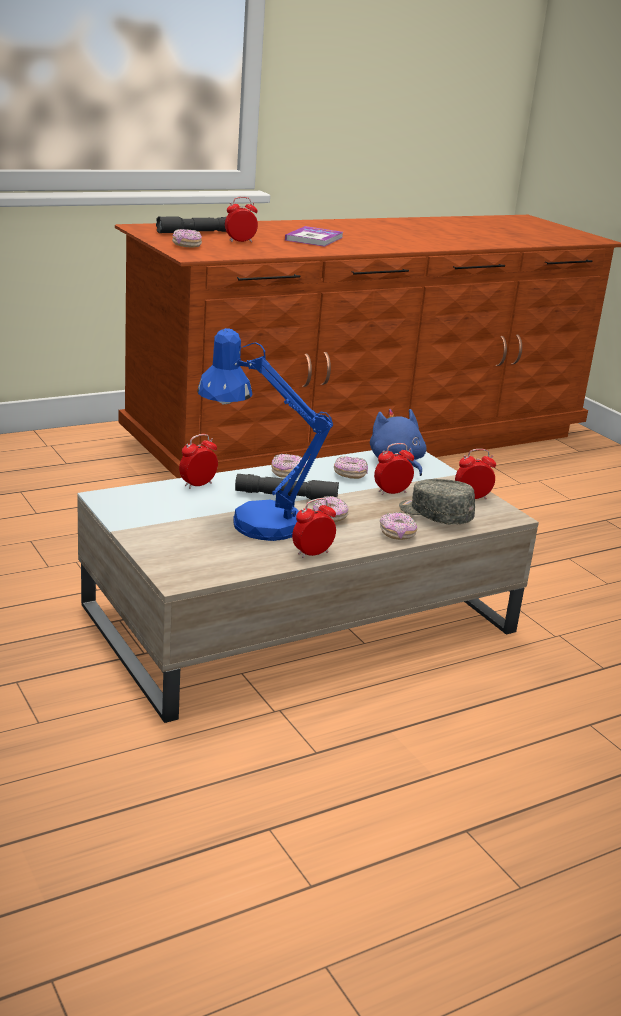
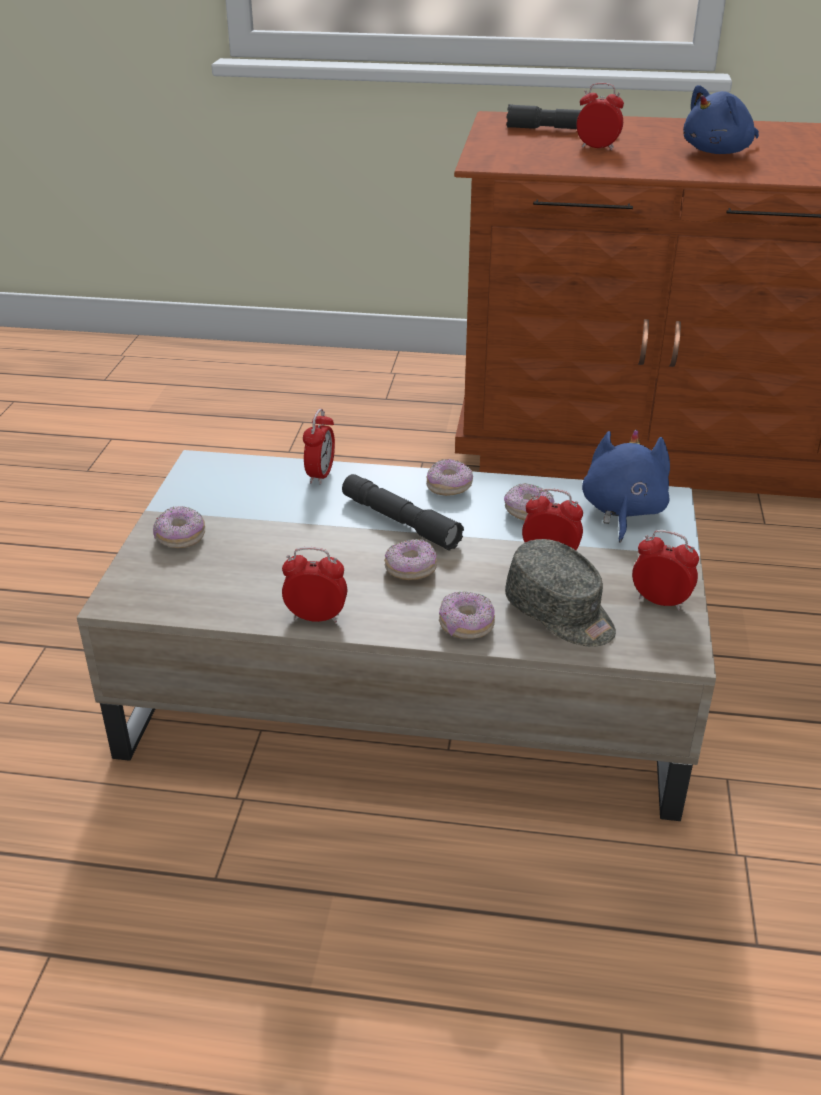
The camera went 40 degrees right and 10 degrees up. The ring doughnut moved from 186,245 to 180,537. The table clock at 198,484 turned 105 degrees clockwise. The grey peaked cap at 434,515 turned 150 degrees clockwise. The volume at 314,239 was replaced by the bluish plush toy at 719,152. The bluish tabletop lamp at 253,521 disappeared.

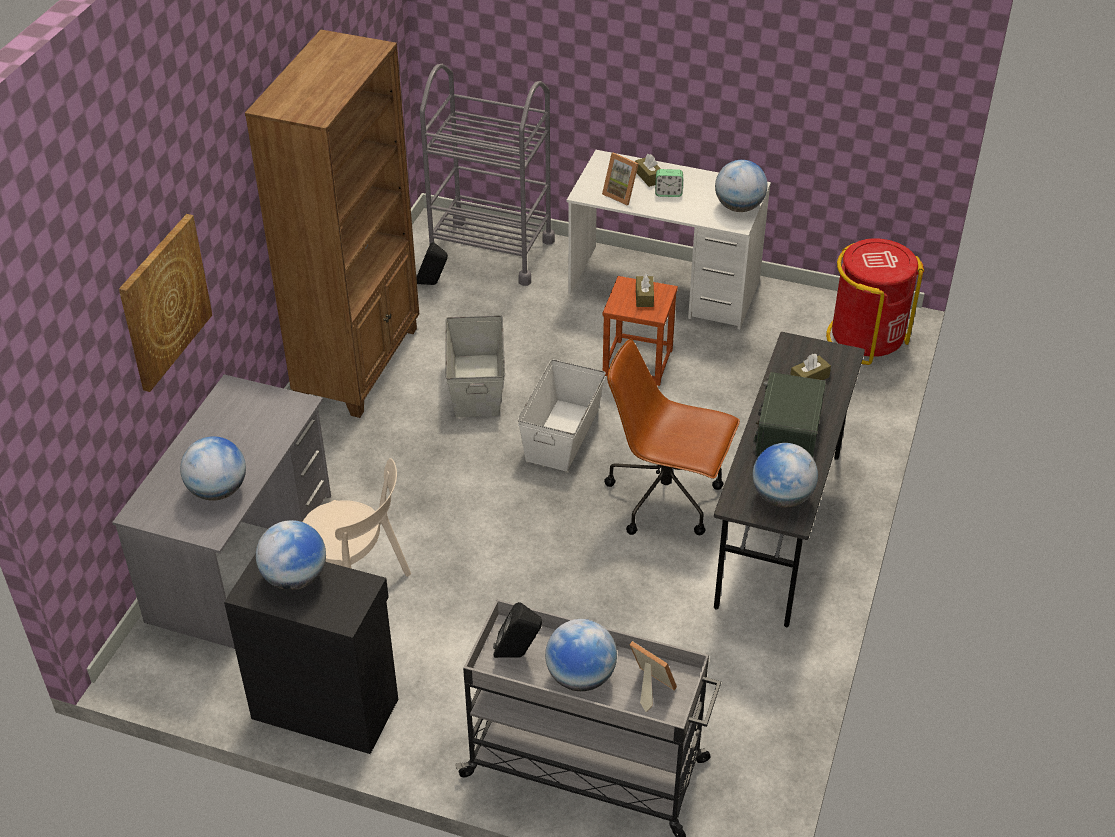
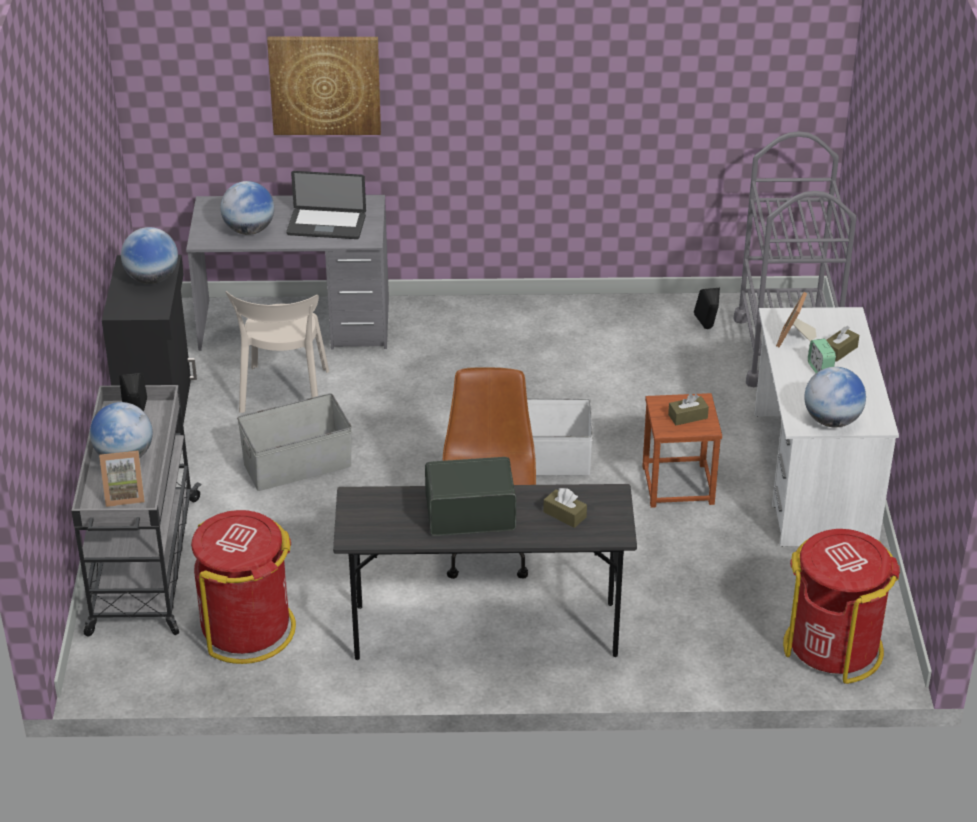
The camera went 70 degrees right and 5 degrees down. The picture frame at 648,688 turned 60 degrees clockwise. The reddish waste bin at 247,629 appeared. The grey storage container moved from 476,385 to 296,464. The portable computer at 326,225 appeared. The brown shelving unit at 359,364 disappeared. The globe at 782,497 disappeared.

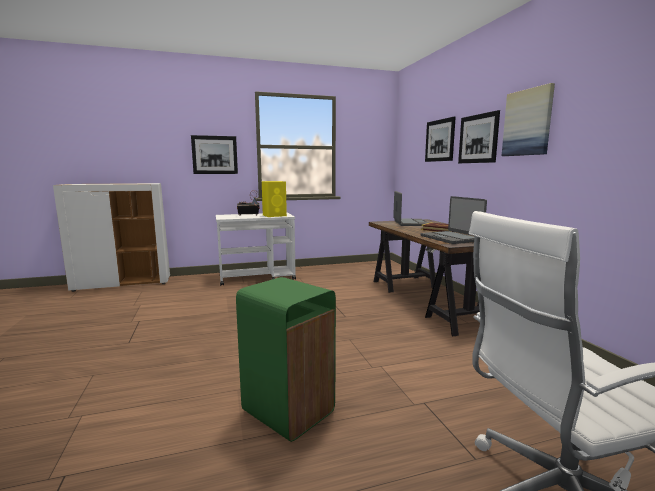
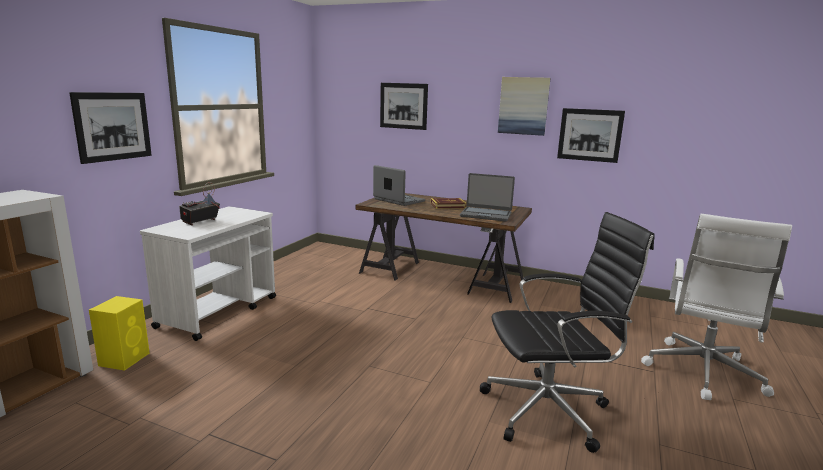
The camera went 50 degrees left and 5 degrees up. The yellow-coloured speaker moved from 275,215 to 125,359. The green-coloured waste bin at 288,412 was replaced by the blackish computer chair at 549,410. The wall picture moved from 478,138 to 590,135.

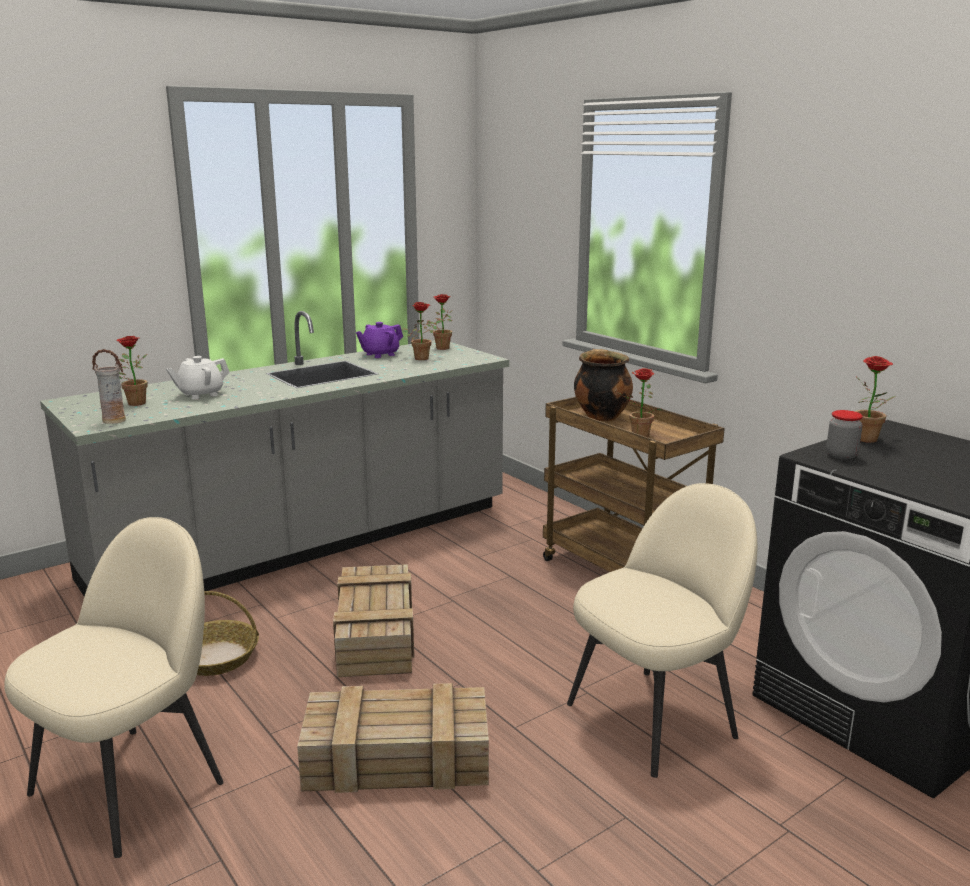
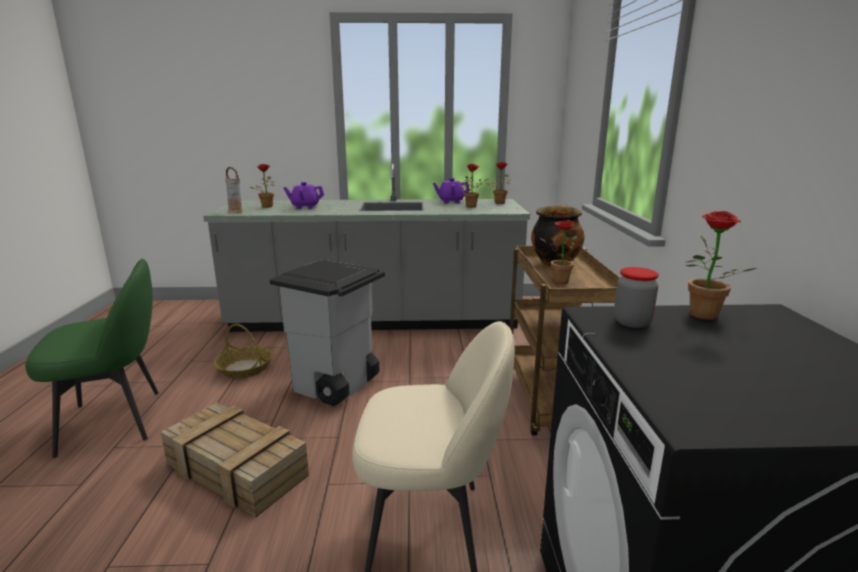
The camera went 35 degrees right and 0 degrees up. The beige-coloured chair at 132,784 became the green-coloured chair at 115,421. The crate at 376,636 was replaced by the grey waste bin at 336,386. The whitish pot for tea at 200,394 became the purple pot for tea at 305,207.

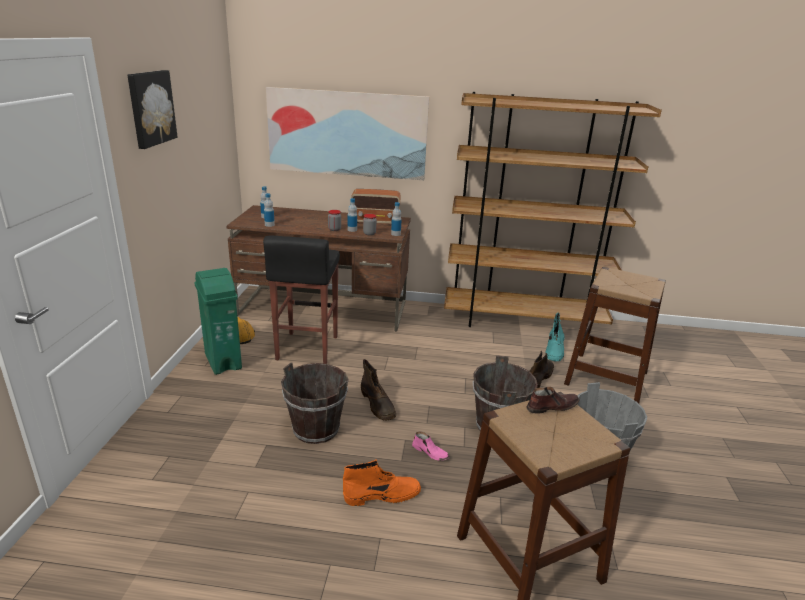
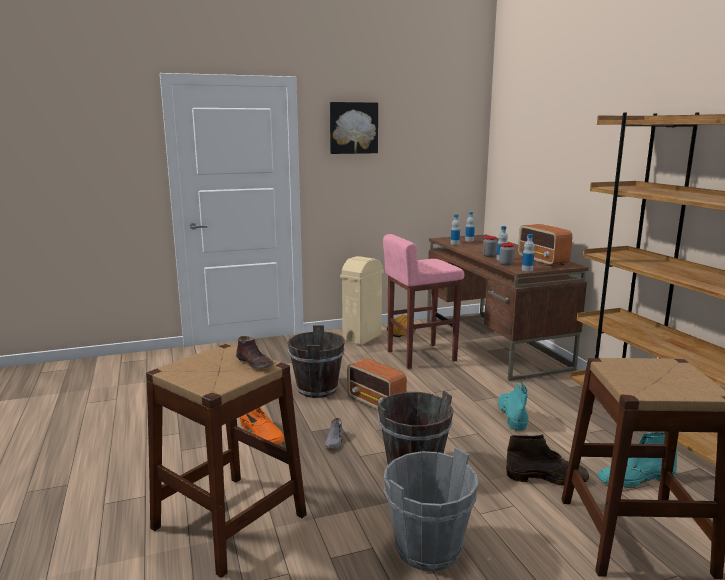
The camera went 65 degrees right and 10 degrees down. The pink item of footwear at 430,452 became the grey item of footwear at 334,441. The green-coloured waste bin at 223,361 became the beige-coloured waste bin at 362,338. The brown boot at 378,405 was replaced by the radio at 376,403. The blackish stool at 306,348 became the pink stool at 420,356. The turquoise boot at 511,415 appeared. The wall picture at 347,134 disappeared.

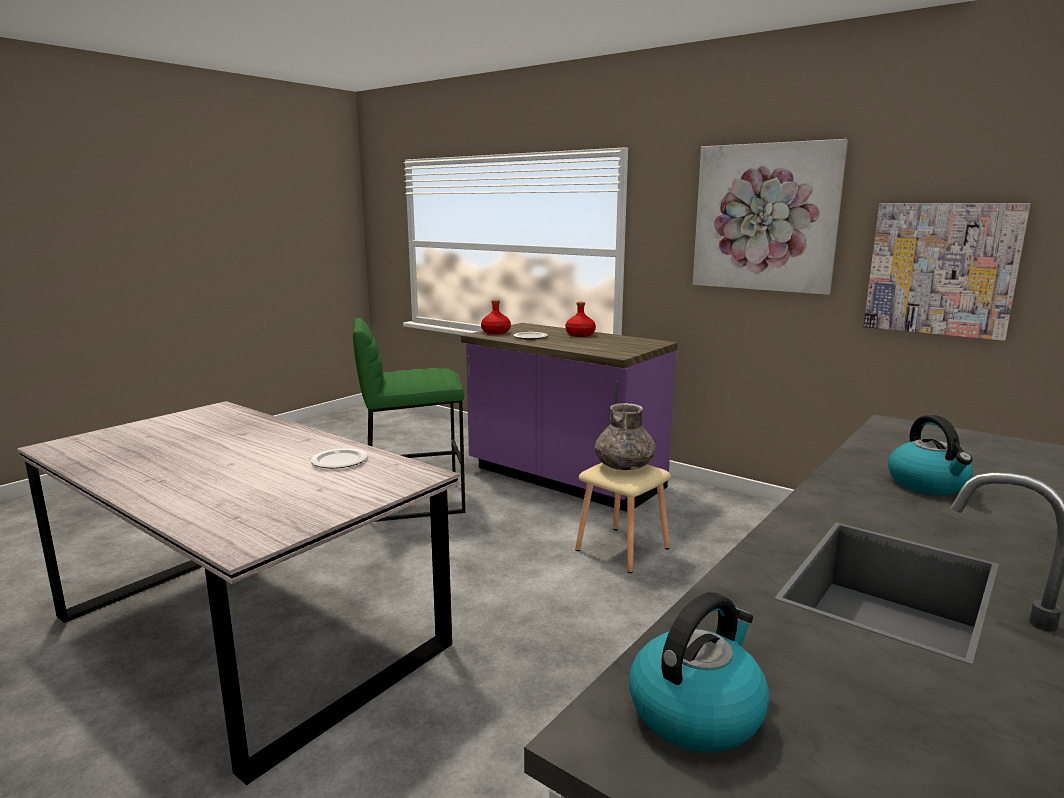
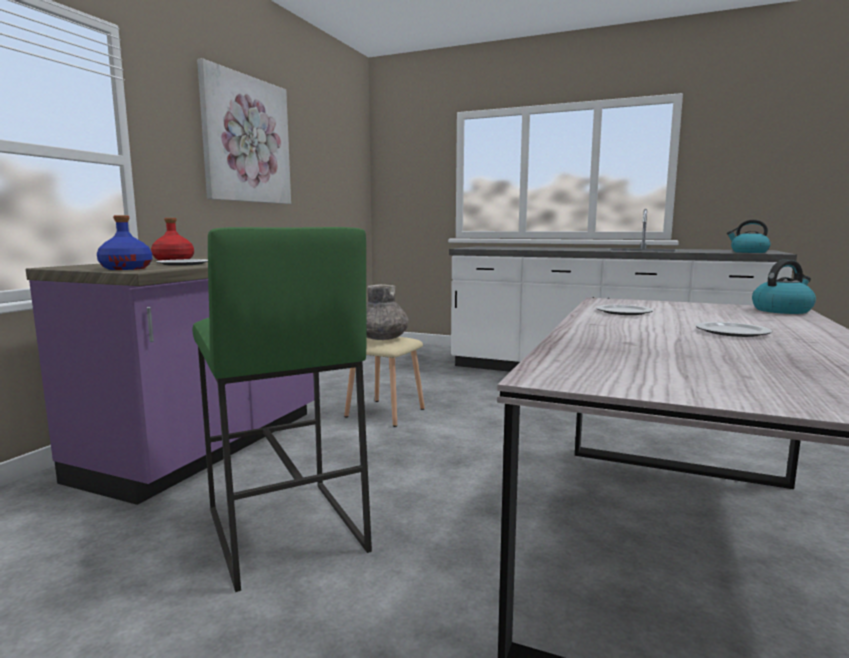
The camera went 105 degrees left and 5 degrees down. The reddish drink bottle at 496,332 became the bluish drink bottle at 126,268. The plate at 732,332 appeared. The tea kettle moved from 928,484 to 782,310. The wall picture at 941,269 disappeared.

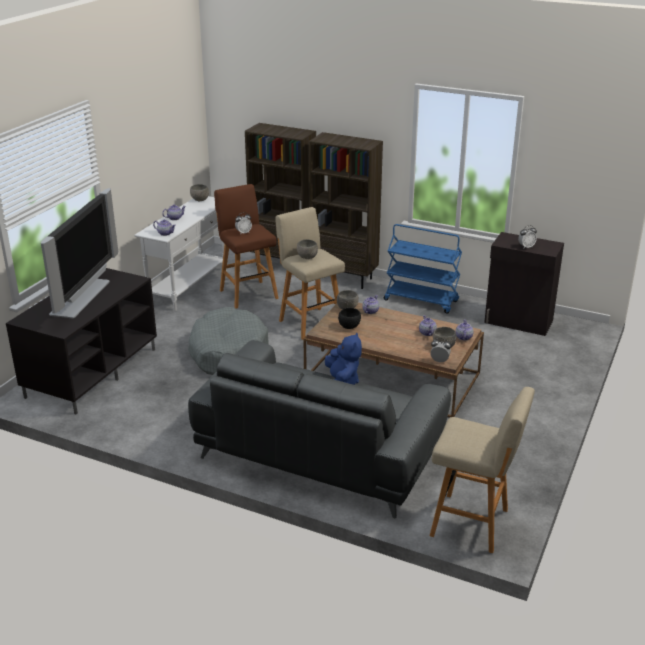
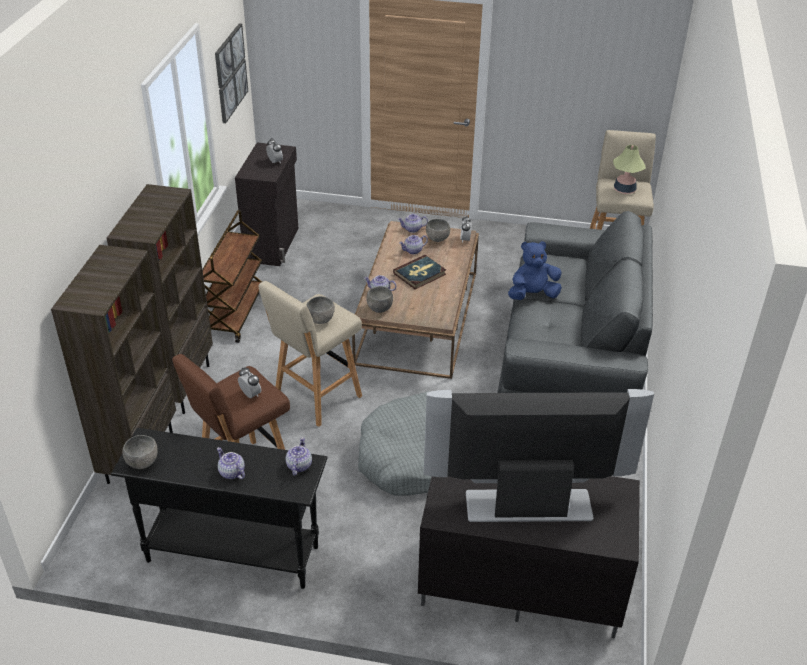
The camera went 105 degrees left and 10 degrees up. The whitish narrow table at 189,287 became the blackish narrow table at 232,553. The bluish wheeled cart at 421,300 became the brown wheeled cart at 234,313. The wall picture at 230,73 appeared. The volume at 420,274 appeared. The tabletop lamp at 624,190 appeared. The blackish serving bowl at 349,327 disappeared.

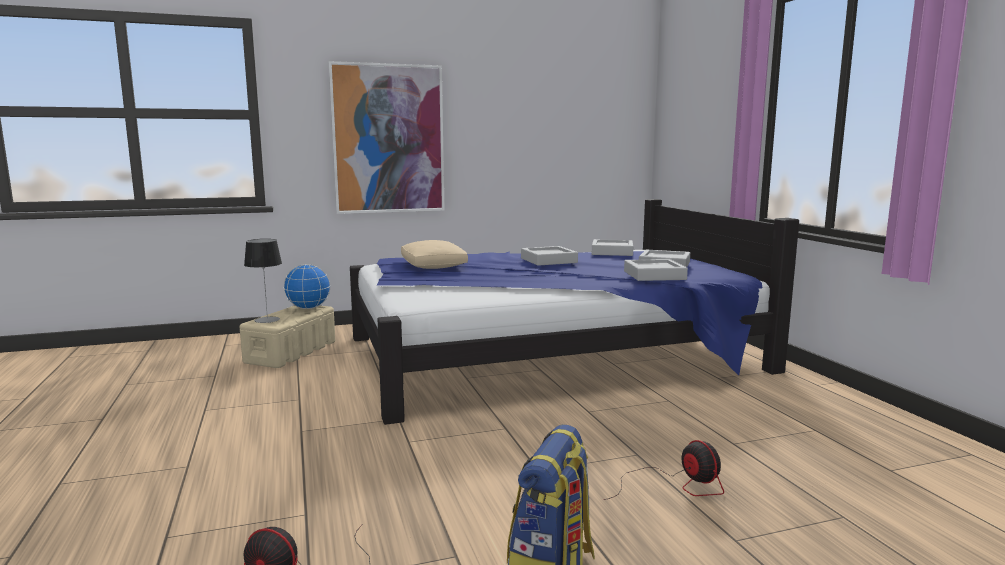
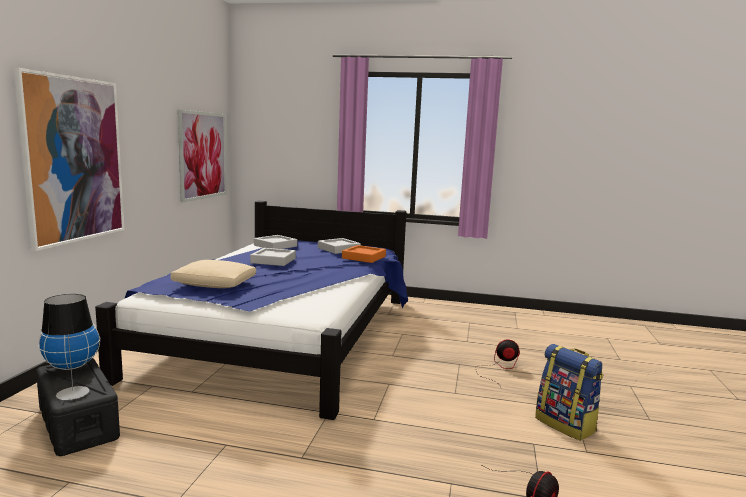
The camera went 60 degrees left and 0 degrees up. The beige-coloured storage container at 291,352 became the blackish storage container at 78,422. The wall picture at 203,155 appeared. The grey carrying tray at 654,275 became the orange-coloured carrying tray at 364,257.

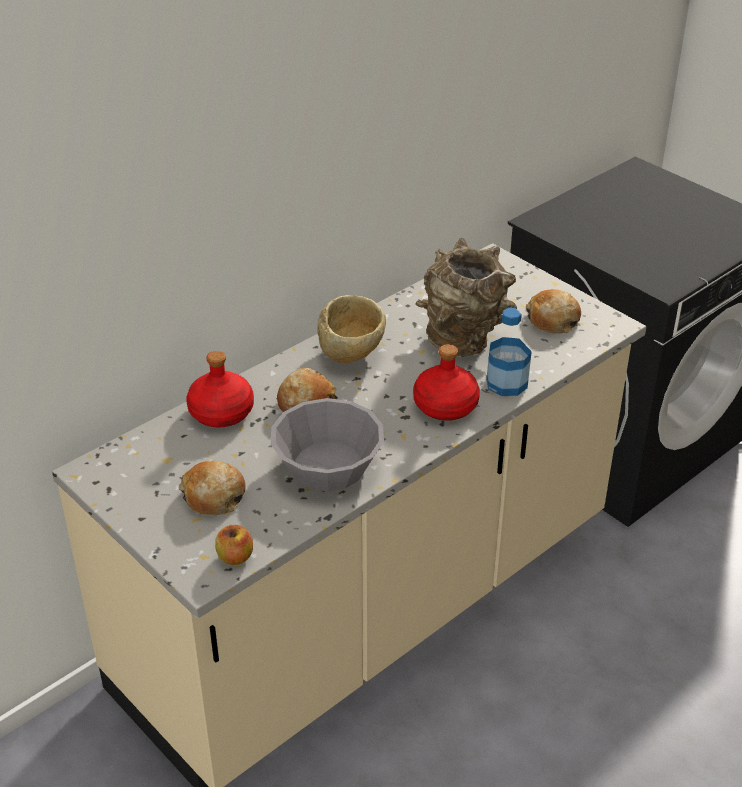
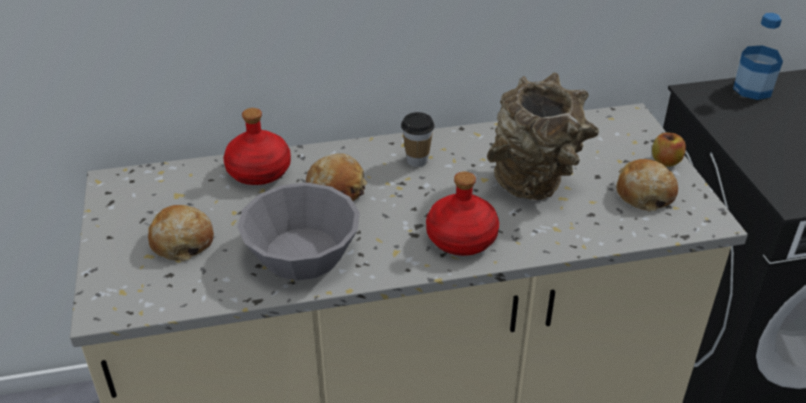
The camera went 30 degrees right and 0 degrees up. The beige-coloured serving bowl at 352,354 was replaced by the small cup at 417,160. The whole apple moved from 235,557 to 665,161. The drink bottle moved from 506,383 to 753,89.

